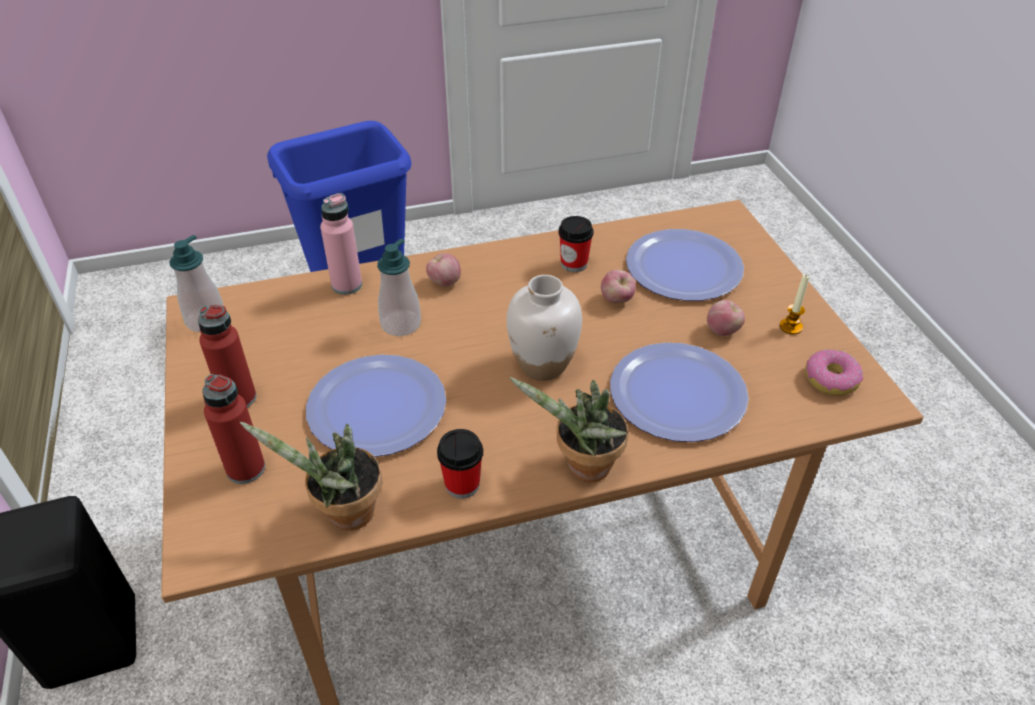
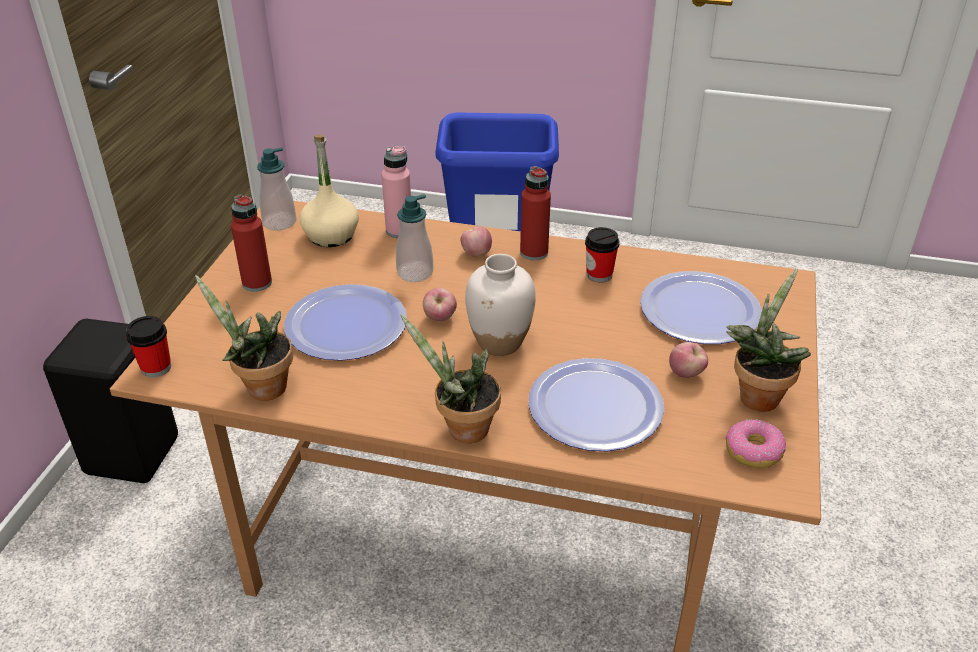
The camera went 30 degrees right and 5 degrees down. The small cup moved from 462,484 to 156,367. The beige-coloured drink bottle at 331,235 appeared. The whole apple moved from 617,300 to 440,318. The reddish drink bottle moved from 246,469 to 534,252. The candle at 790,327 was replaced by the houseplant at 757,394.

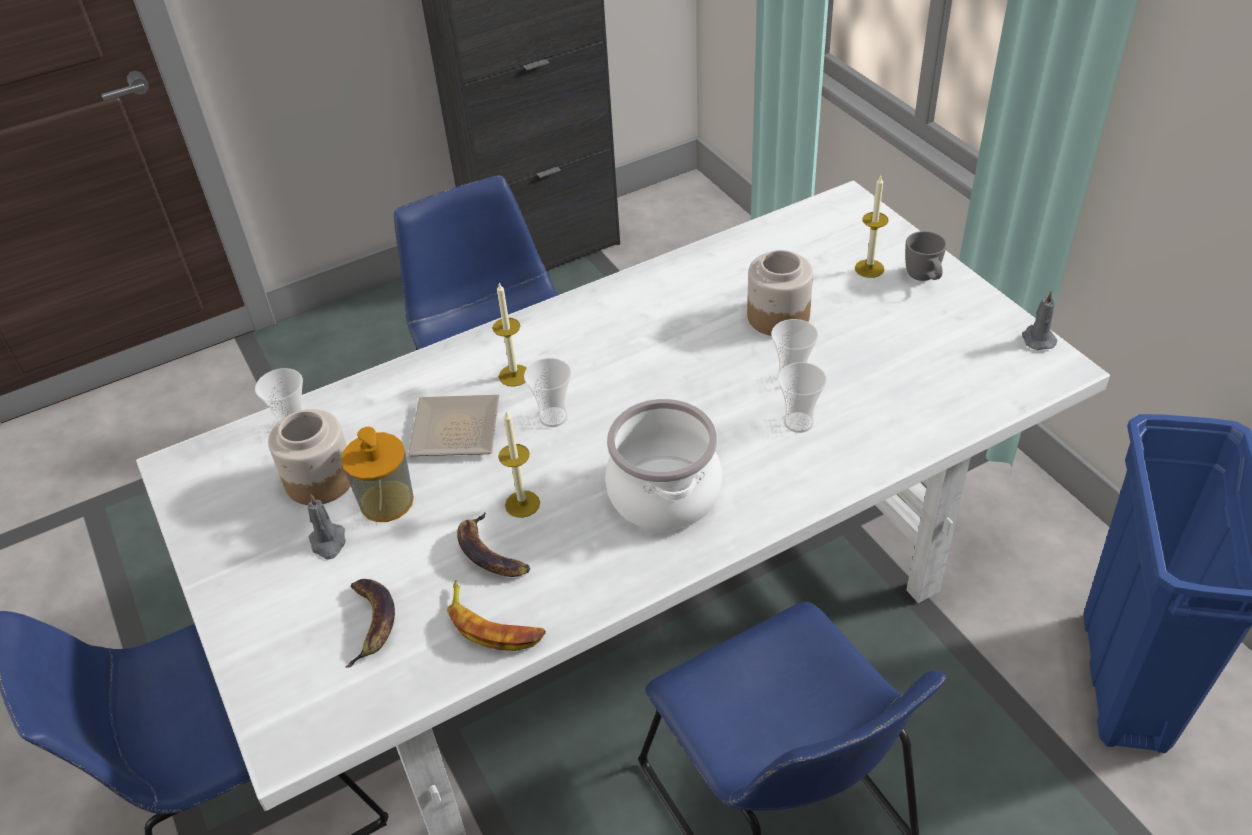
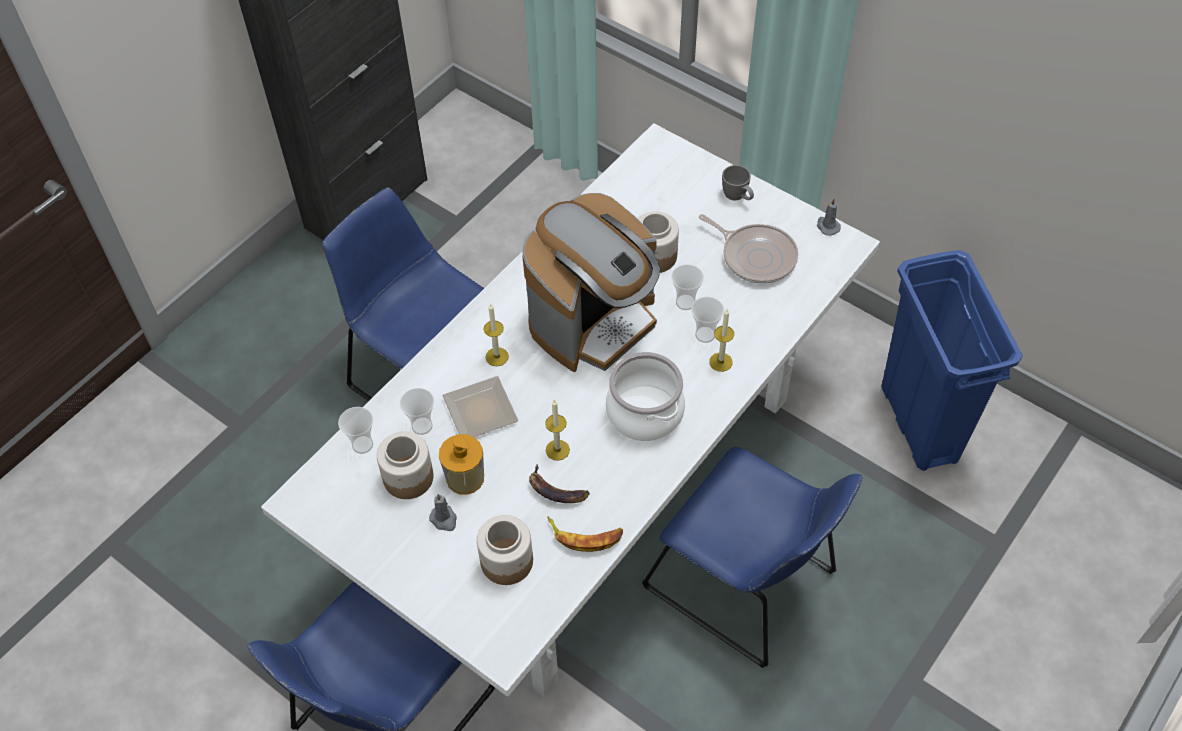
The camera went 25 degrees left and 10 degrees up. The small cup moved from 553,417 to 422,426. The whole banana at 371,622 was replaced by the preserve jar at 507,561. The coffee brewer at 594,322 appeared. The skillet at 755,256 appeared. The candle moved from 869,268 to 720,362.

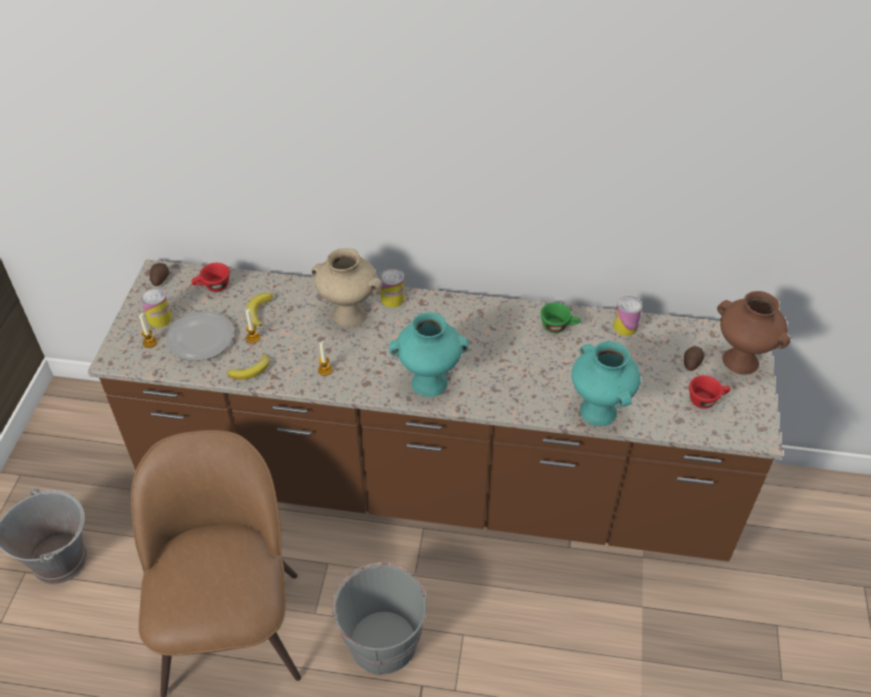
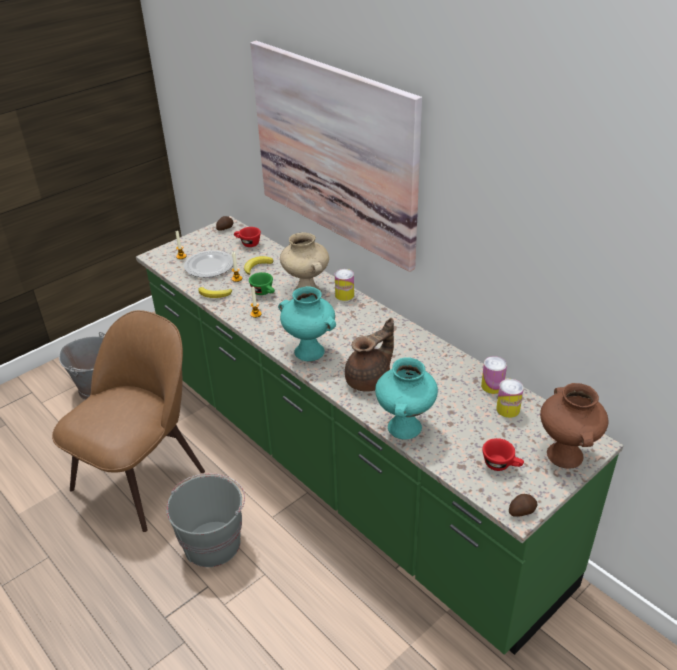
The camera went 40 degrees right and 10 degrees down. The brown kitchen counter at 435,484 became the green-coloured kitchen counter at 343,470. The green-coloured small cup moved from 558,326 to 264,292. The wall picture at 334,152 appeared. The brown pot for tea at 370,380 appeared. The metal can moved from 160,318 to 508,409. The potato moved from 691,363 to 521,511.

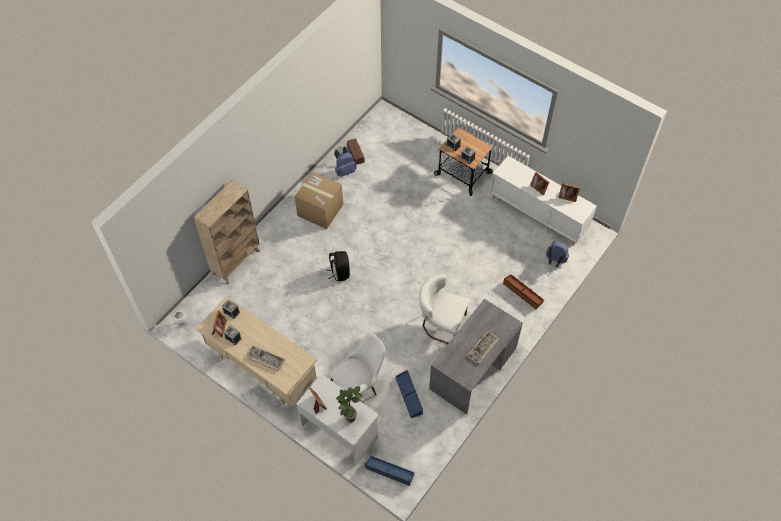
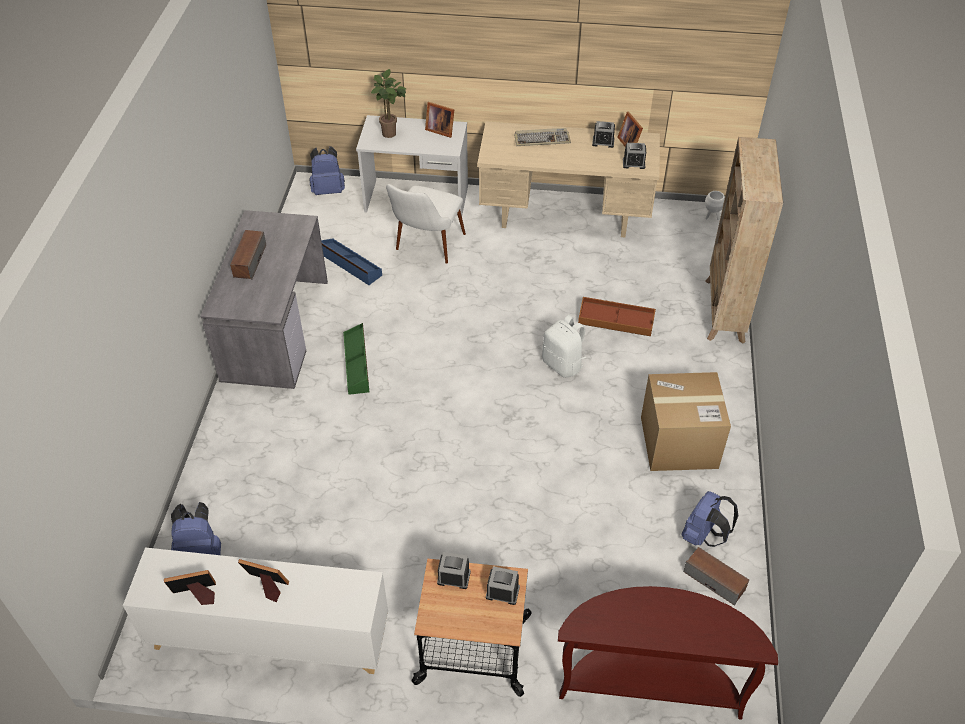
The camera went 150 degrees right and 10 degrees down. The PC keyboard at 483,348 was replaced by the speaker at 249,261. The bluish storage container at 389,472 was replaced by the bluish knapsack at 328,190. The whitish chair at 440,323 was replaced by the green-coloured storage container at 357,364. The blackish knapsack at 340,272 became the whitish knapsack at 563,364. The brown narrow table at 650,683 appeared. The brown storage container moved from 522,293 to 615,322.

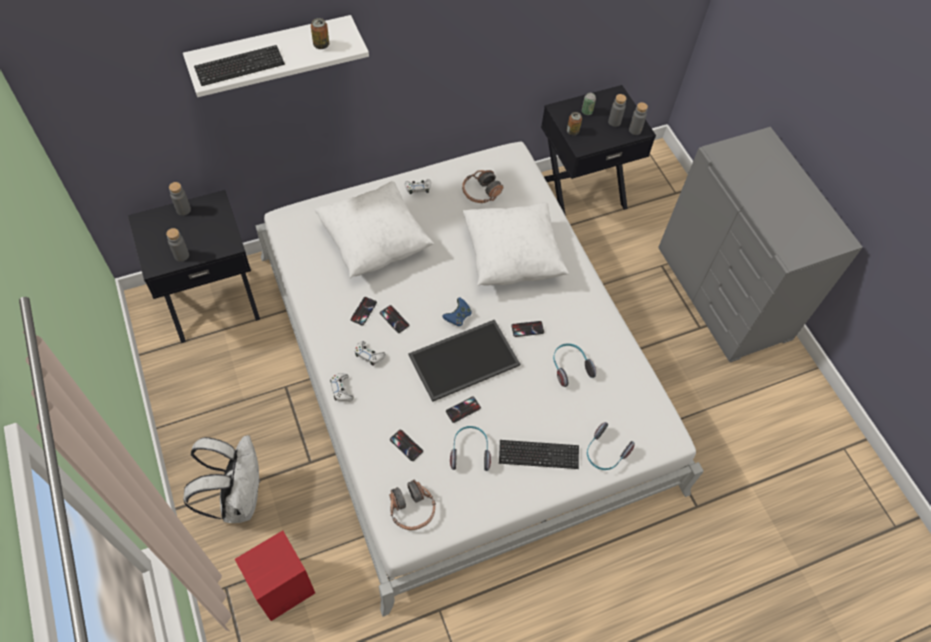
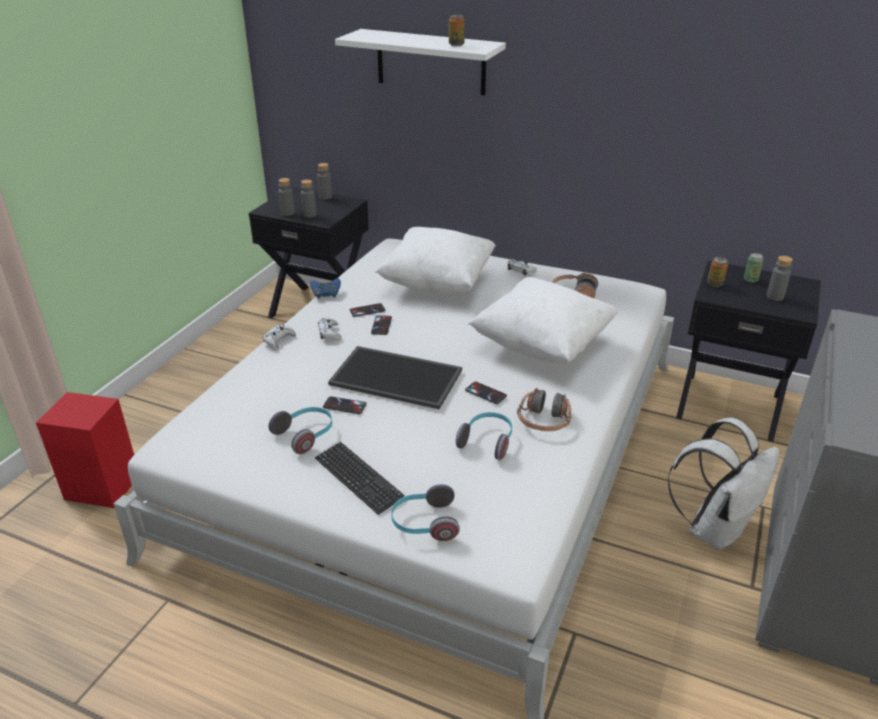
The camera went 50 degrees right and 25 degrees down. The grey drink bottle moved from 635,130 to 309,215. The bluish game controller moved from 457,317 to 326,294. The headset moved from 411,509 to 544,421. The whitish knapsack moved from 238,497 to 715,528. The PC keyboard at 240,67 disappeared. The handset at 406,445 disappeared.

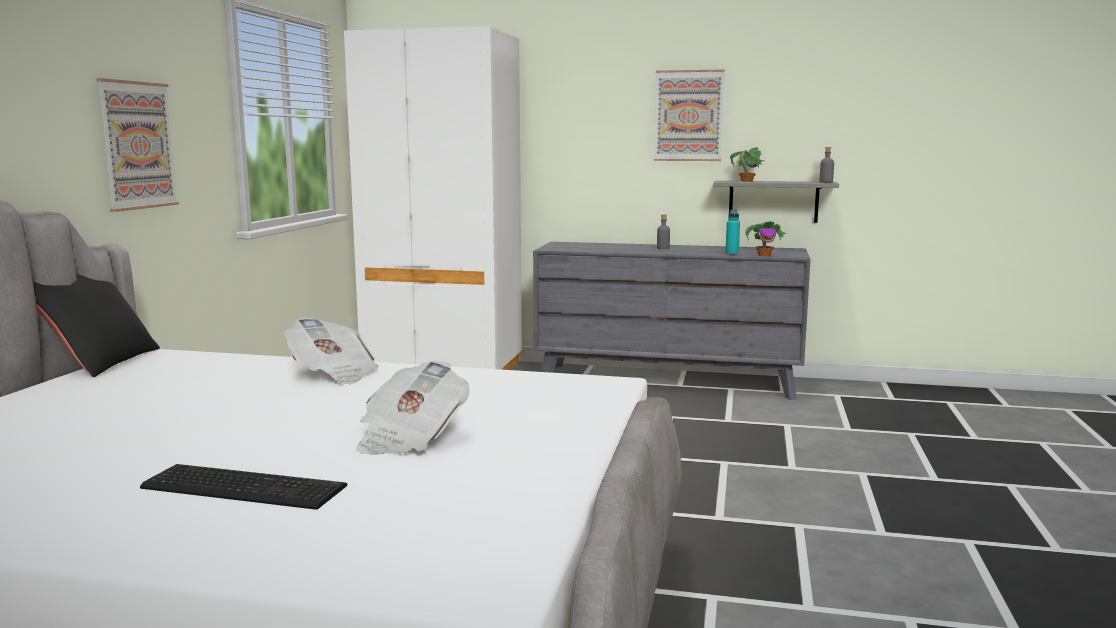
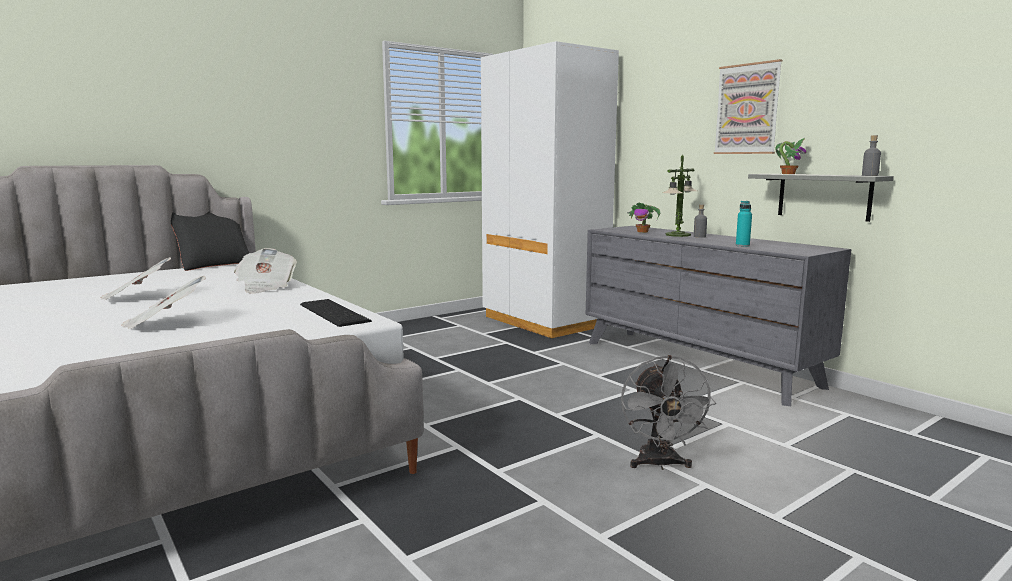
The camera went 40 degrees right and 0 degrees up. The newspaper at 136,297 appeared. The PC keyboard moved from 244,485 to 335,312. The grey fan at 659,464 appeared. The houseplant moved from 764,255 to 643,232. The tabletop lamp at 677,235 appeared. The wall picture at 137,145 disappeared.

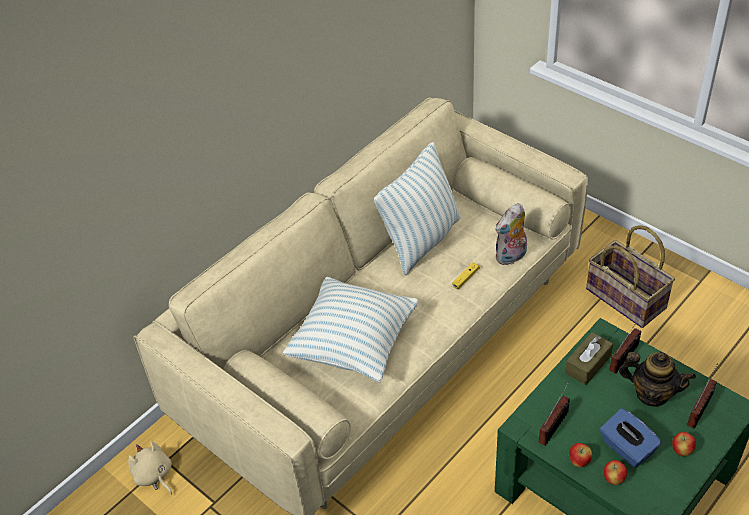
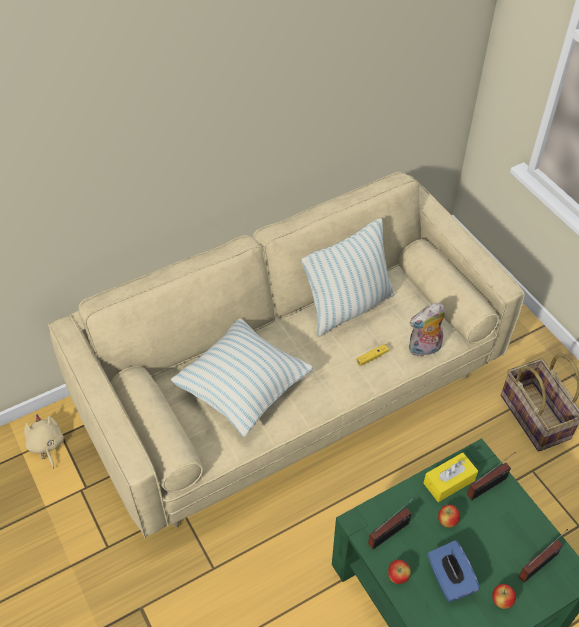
The camera went 15 degrees right and 5 degrees up. The brown box of tissues at 588,364 became the yellow-coloured box of tissues at 449,482. The whole apple moved from 613,479 to 447,521. The pot for tea at 652,393 disappeared.

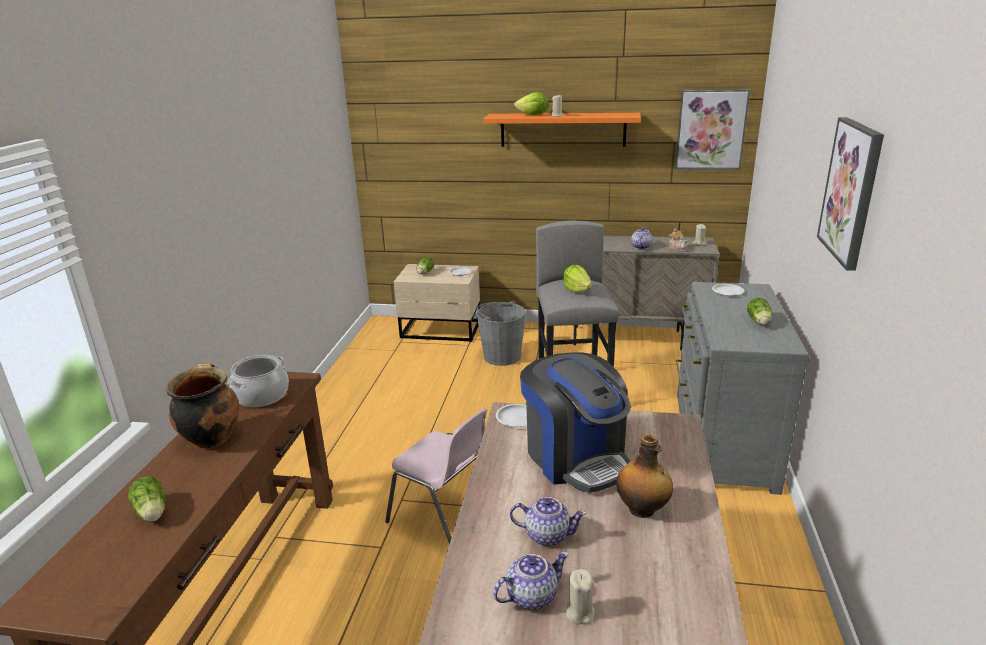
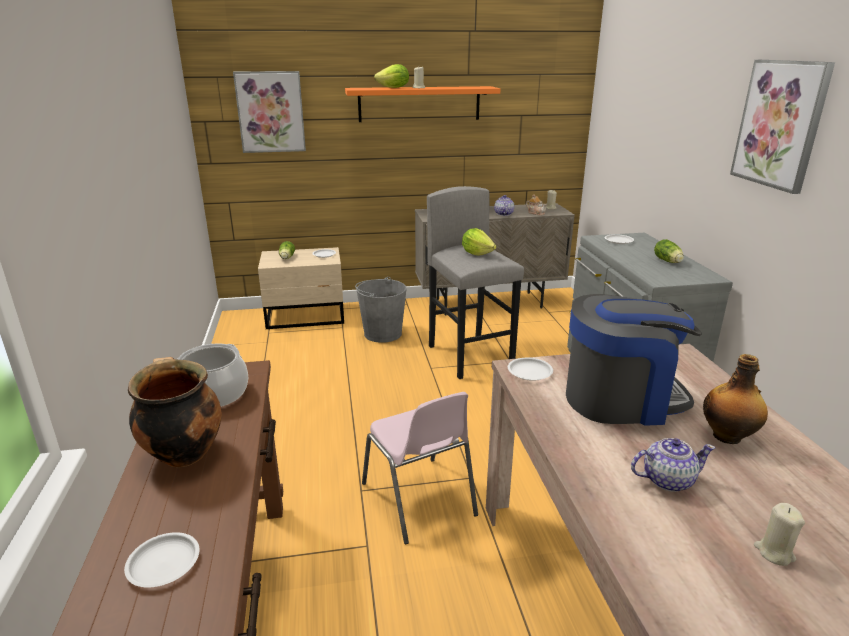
The camera went 20 degrees left and 0 degrees up. The lettuce at 152,513 was replaced by the whitish plate at 164,563. The wall picture moved from 711,130 to 270,112. The pink chair at 445,519 turned 45 degrees clockwise. The coffee brewer at 576,457 turned 45 degrees counterclockwise. The pot for tea at 530,596 disappeared.

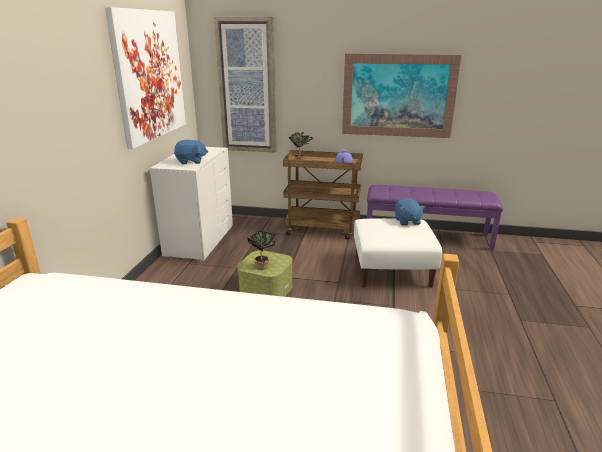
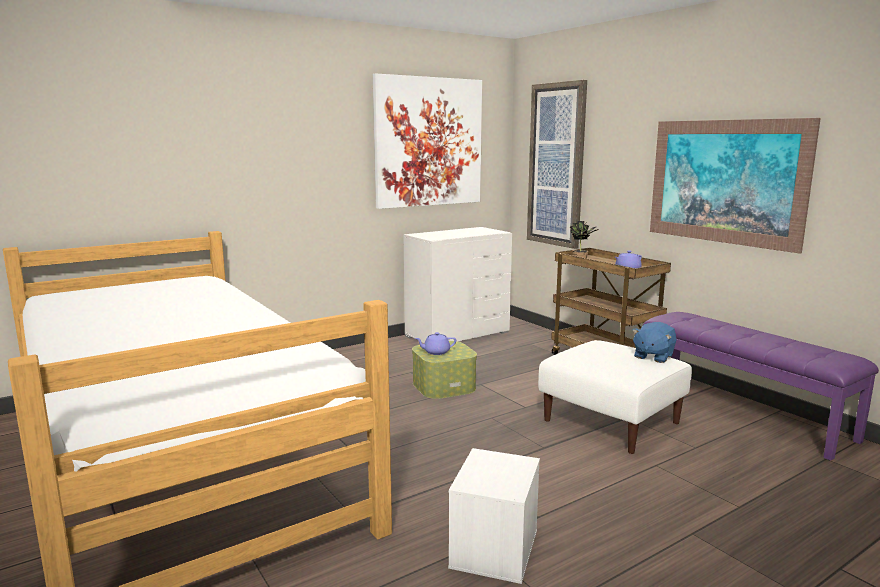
The camera went 45 degrees right and 10 degrees down. The houseplant at 262,266 was replaced by the purple pot for tea at 436,352. The whitish storage container at 495,549 appeared. The bluish plush toy at 191,161 disappeared.

